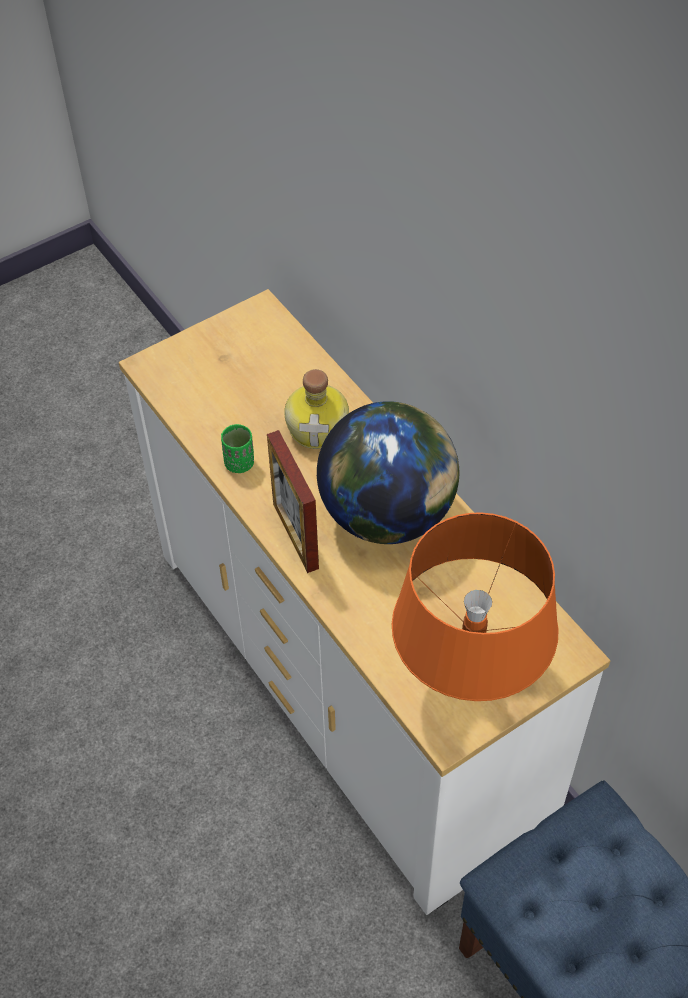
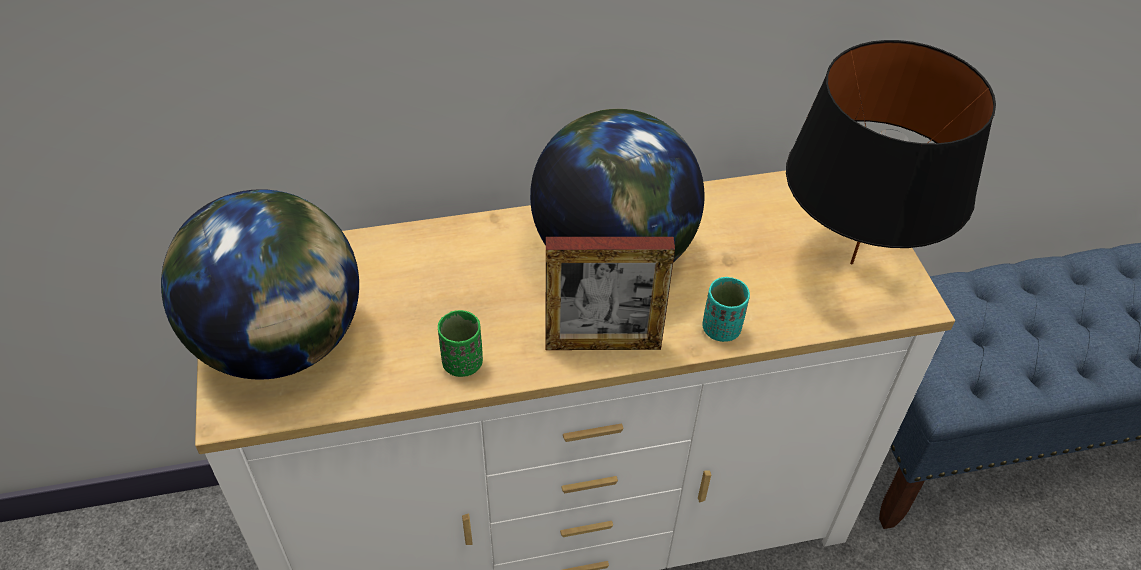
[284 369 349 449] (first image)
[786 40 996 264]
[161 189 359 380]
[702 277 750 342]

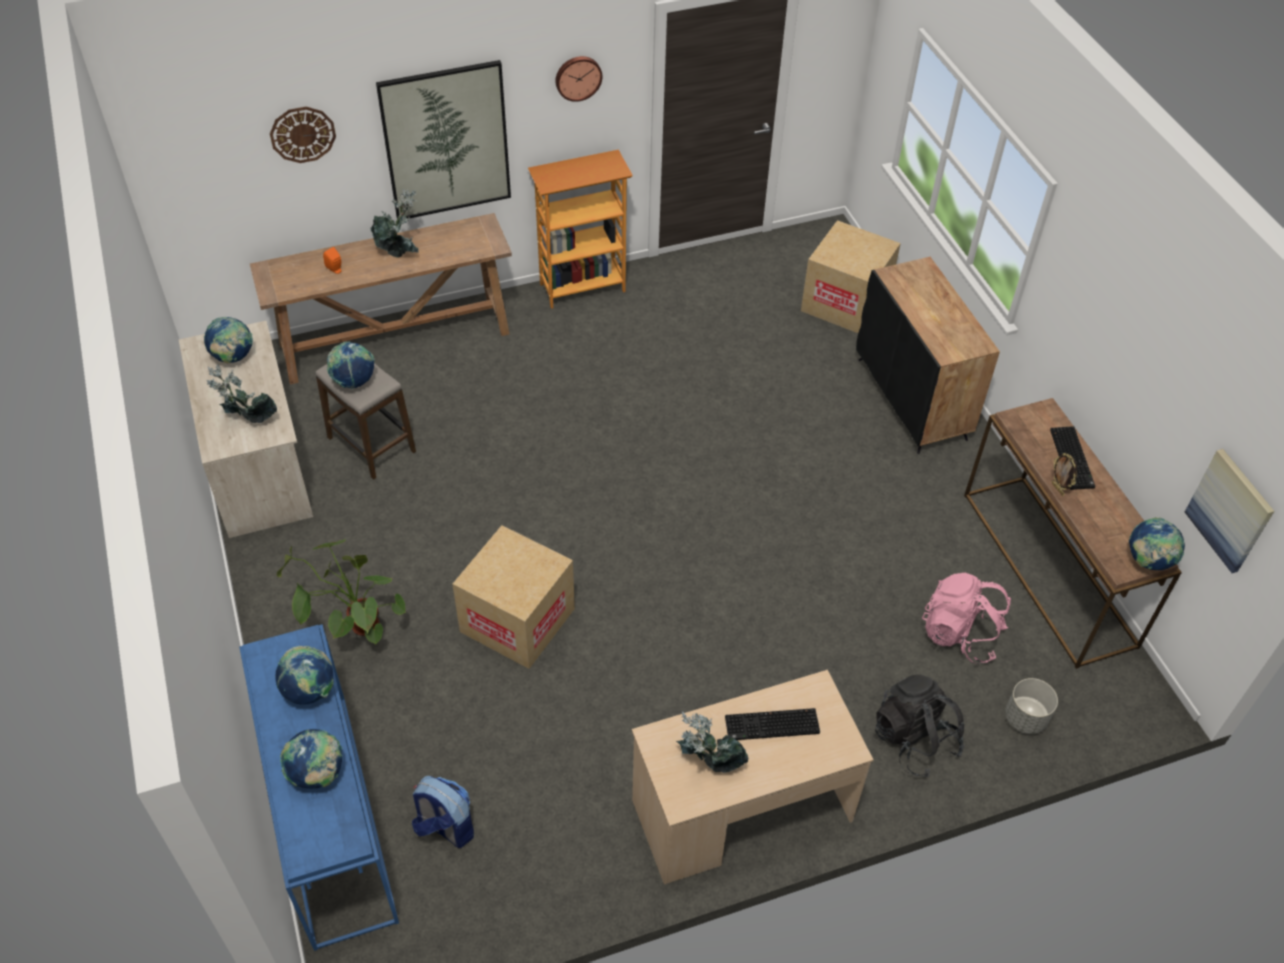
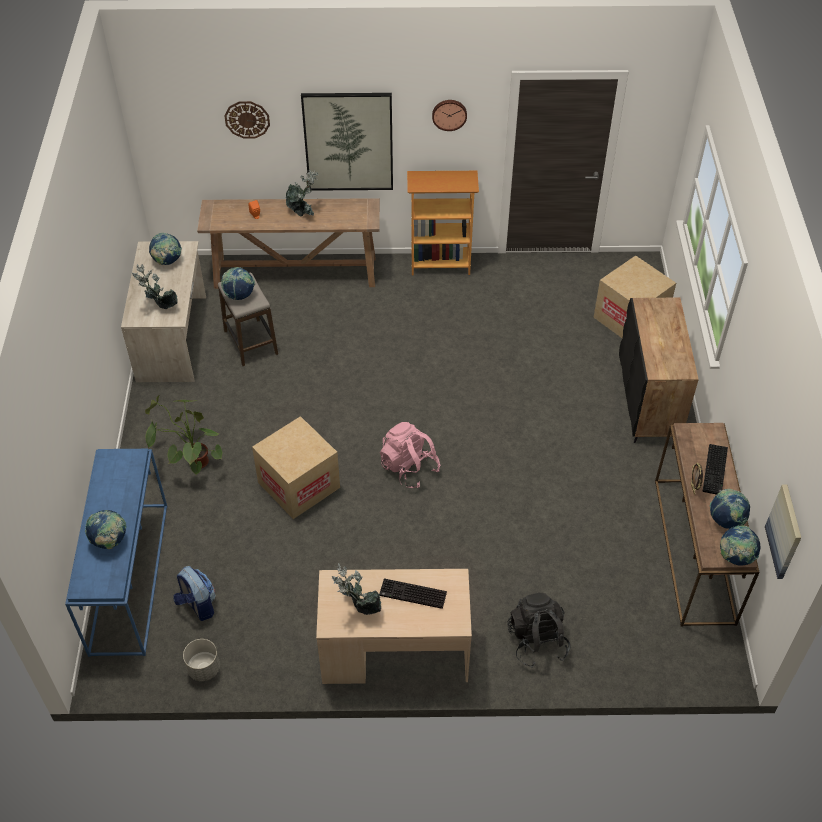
[710 489 750 529]
[380 422 440 488]
[183 639 220 681]

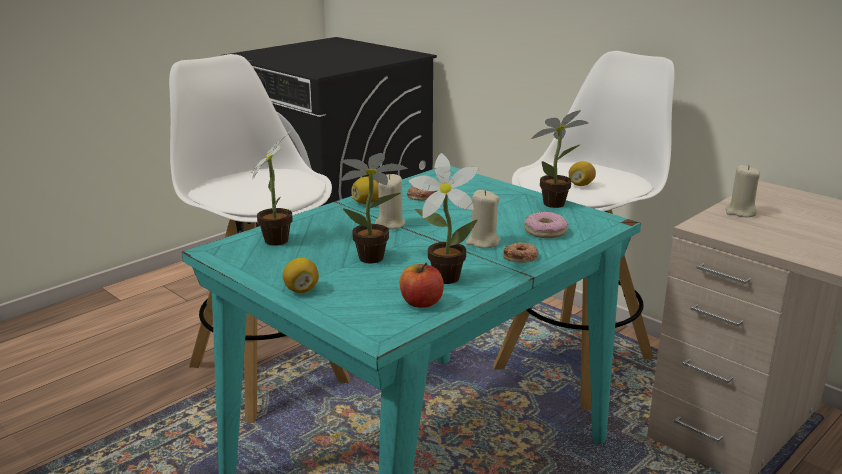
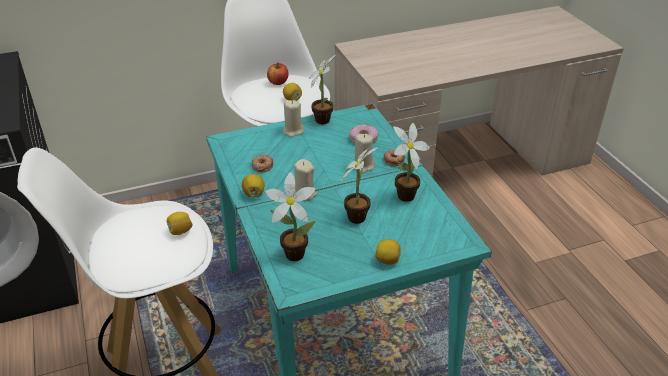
[267 62 289 85]
[283 100 304 137]
[167 212 193 235]

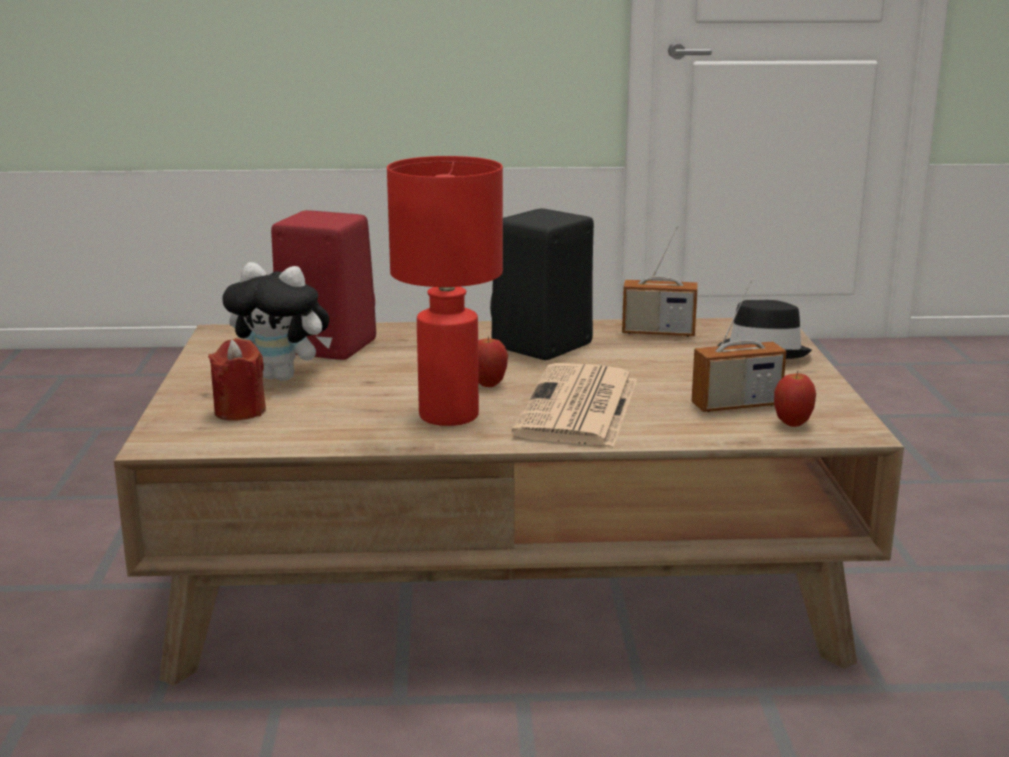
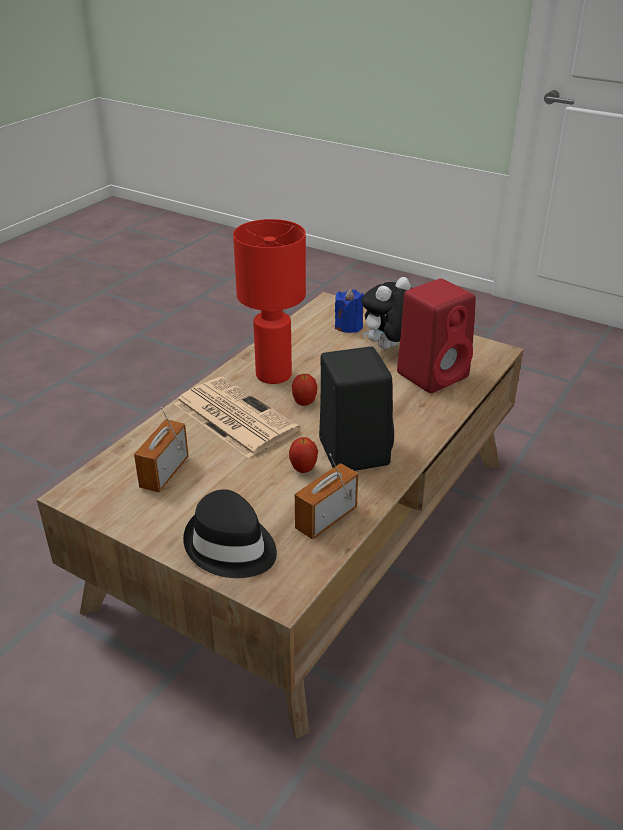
[335 288 364 333]
[289 437 318 473]

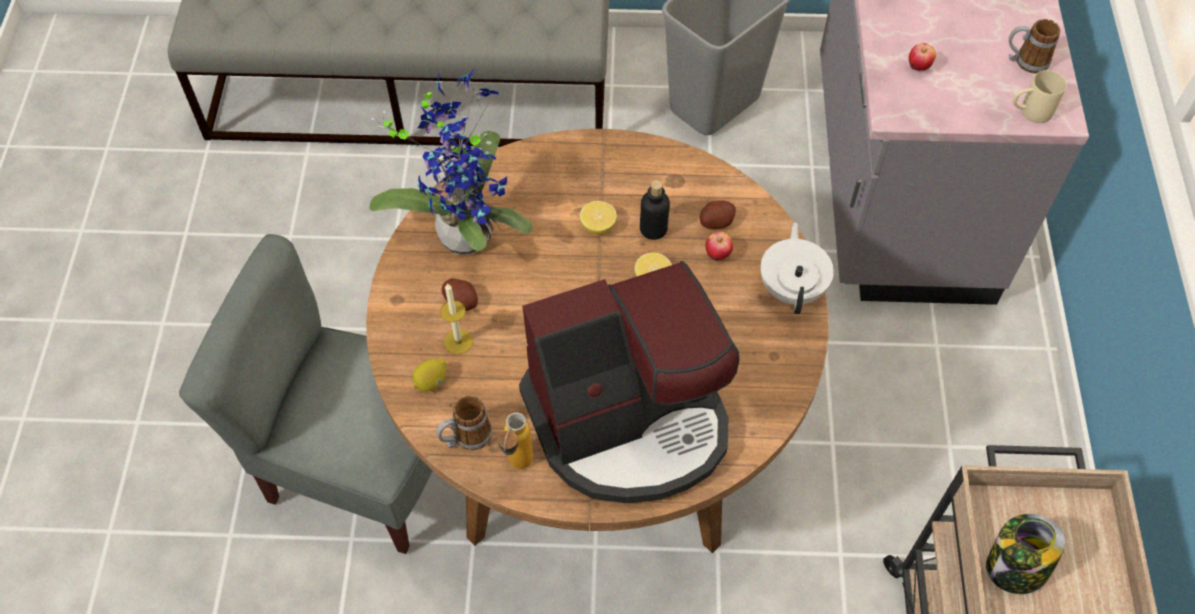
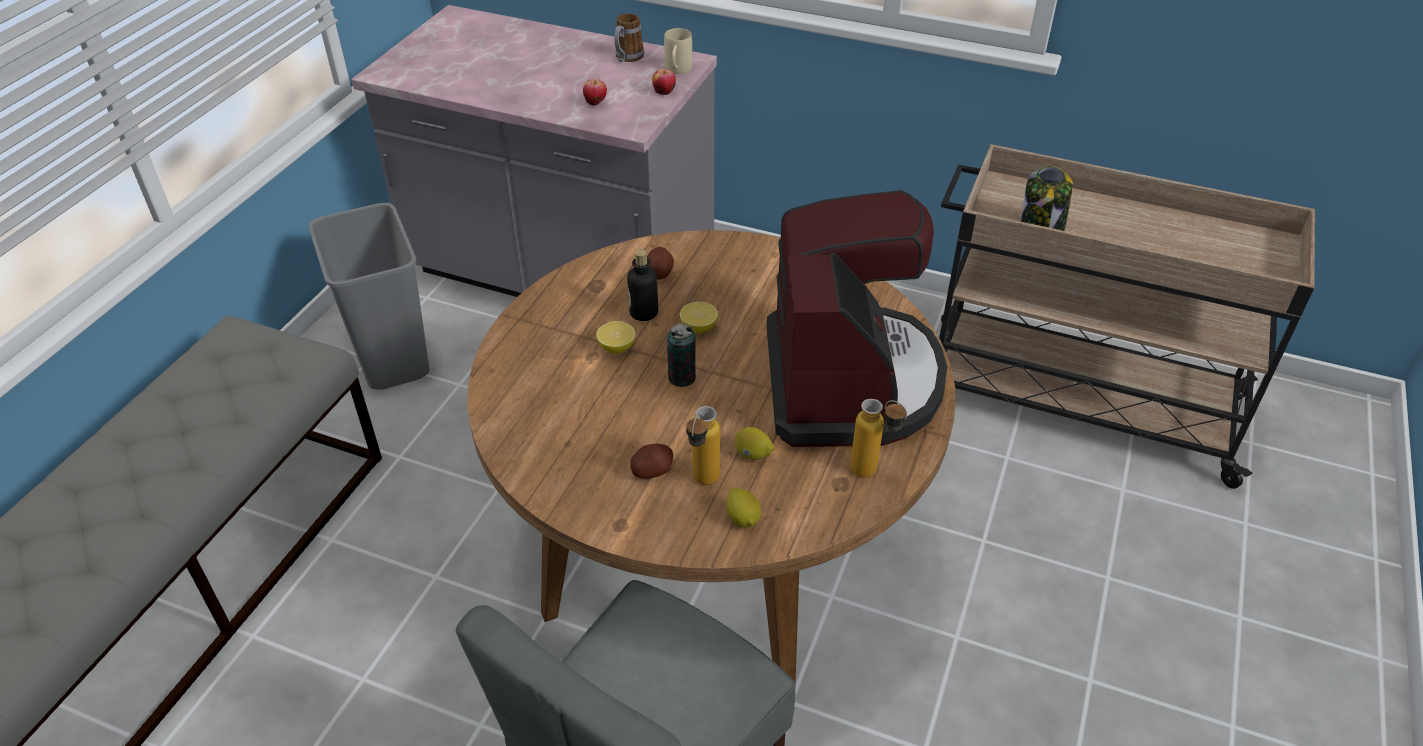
[369 69 533 255] (first image)
[436 396 492 450] (first image)
[686 406 720 485]
[652 69 676 95]
[760 222 834 314] (first image)
[666 324 696 387]
[735 427 774 460]

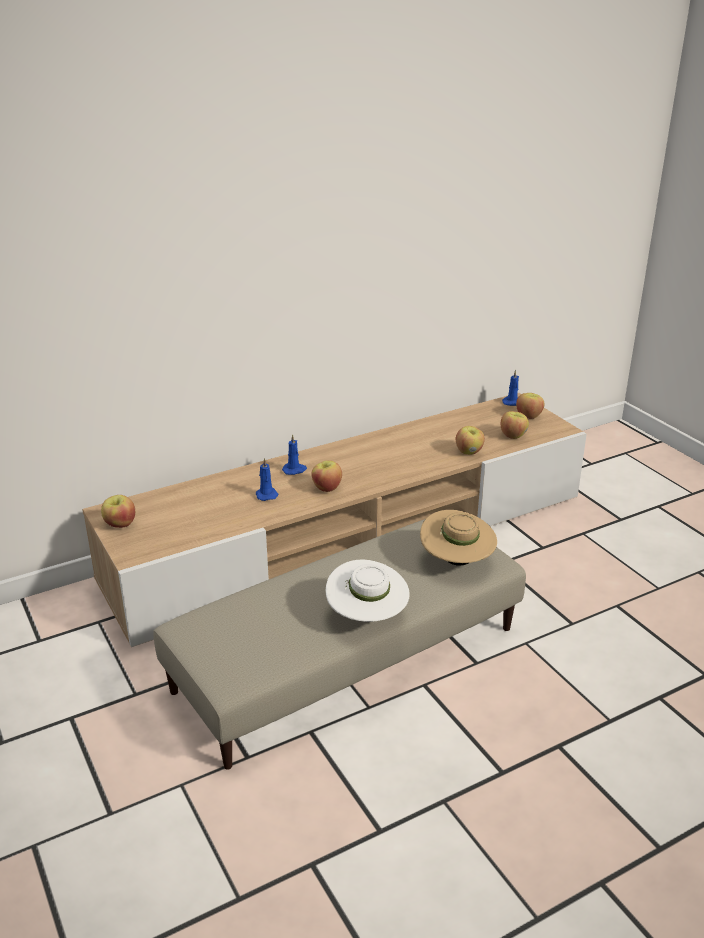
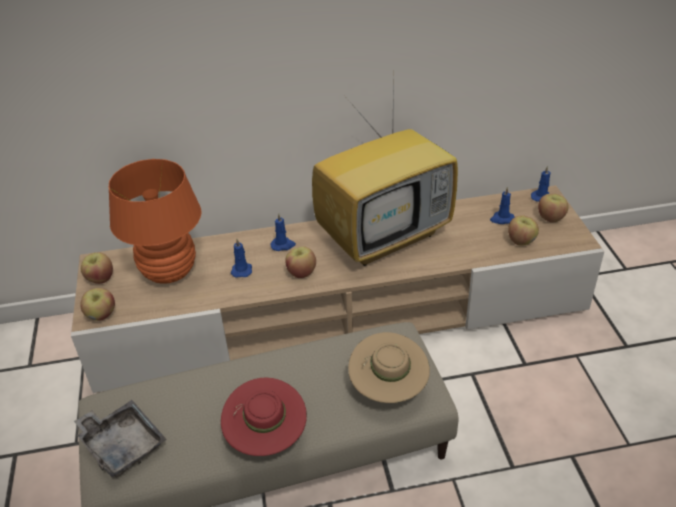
[221 378 307 456]
[80 288 115 321]
[74 400 167 478]
[109 159 202 284]
[312 85 458 266]
[490 187 514 224]

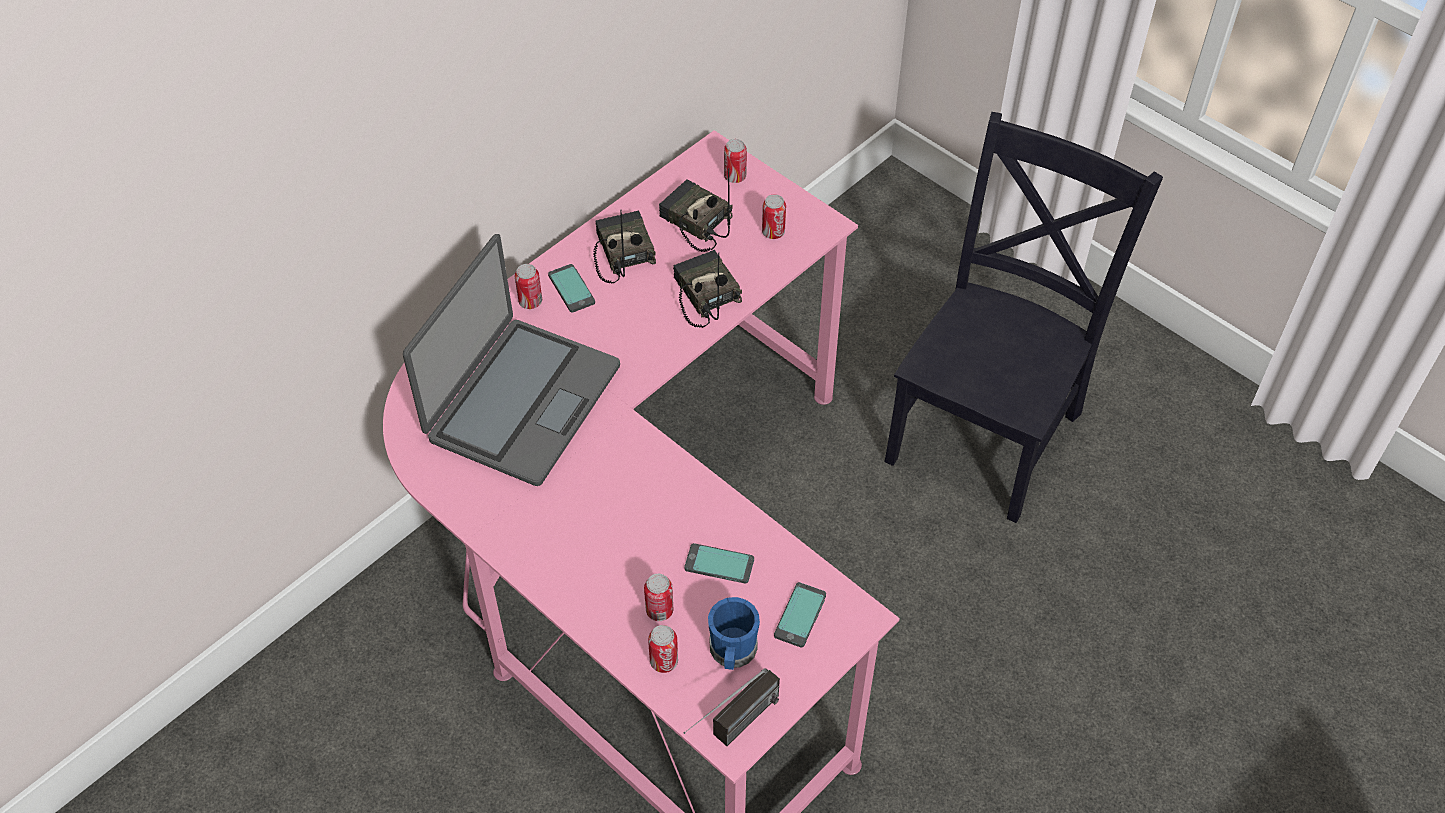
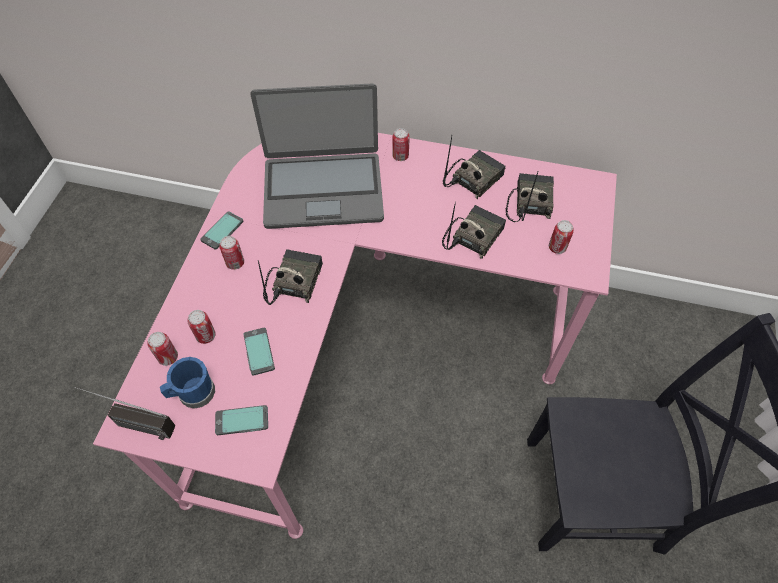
[200 211 243 250]
[219 236 244 270]
[258 249 323 305]

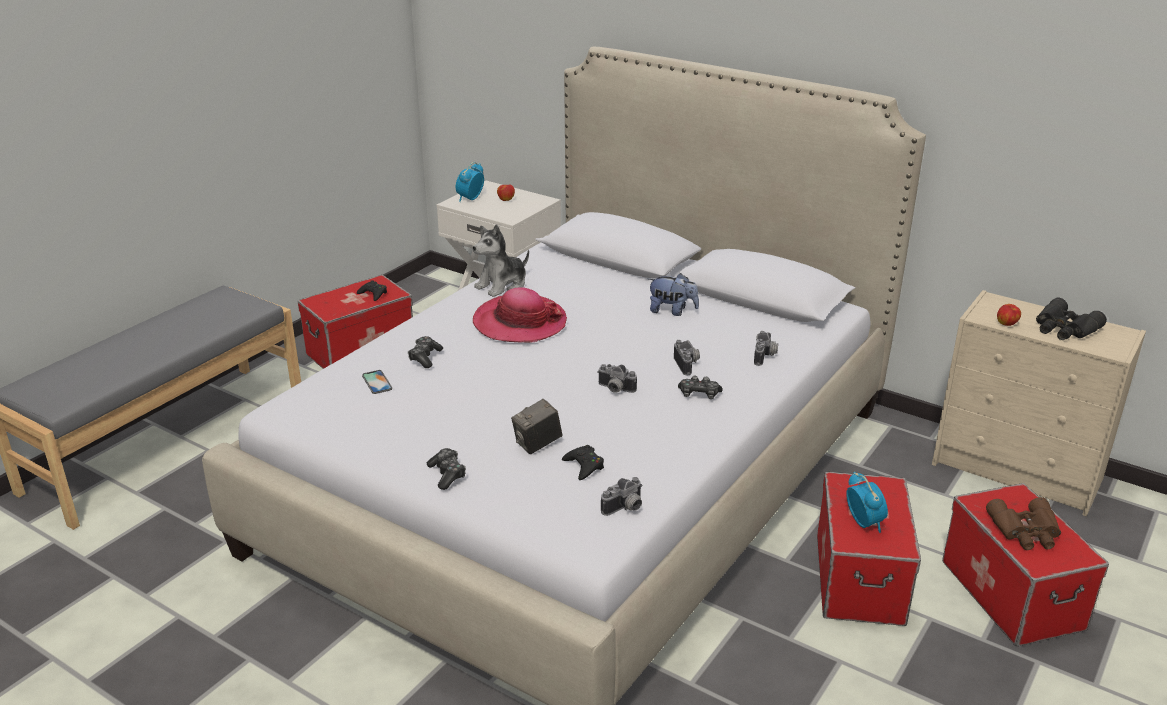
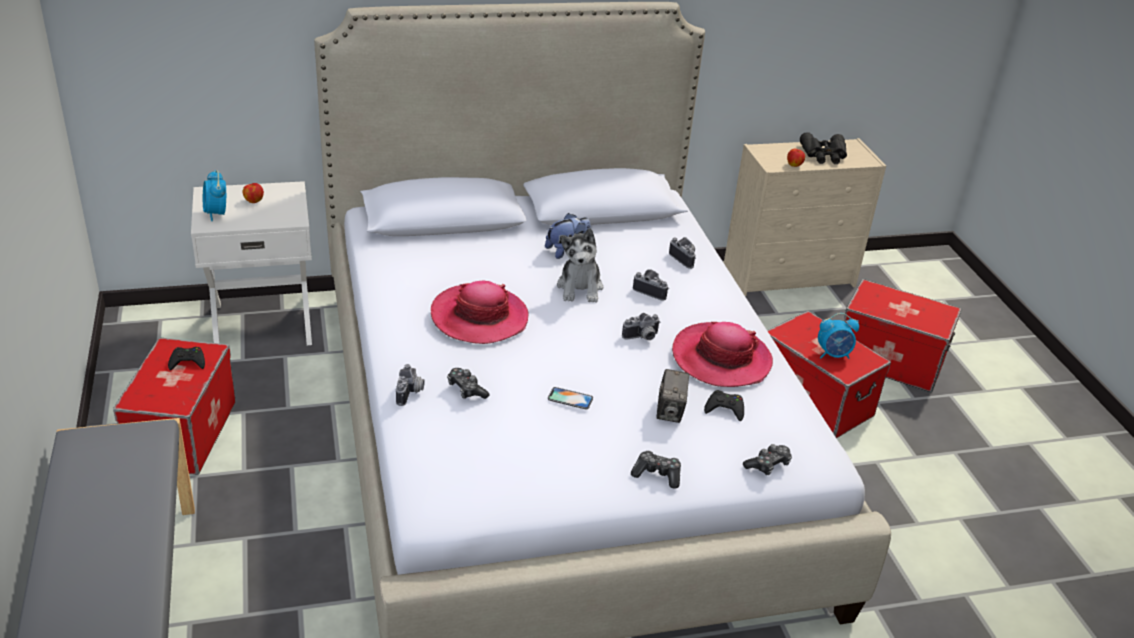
[548 387 593 409]
[557 228 603 303]
[396 364 425 406]
[743 444 792 475]
[818 313 859 359]
[986 497 1061 550] (first image)
[672 322 773 387]

